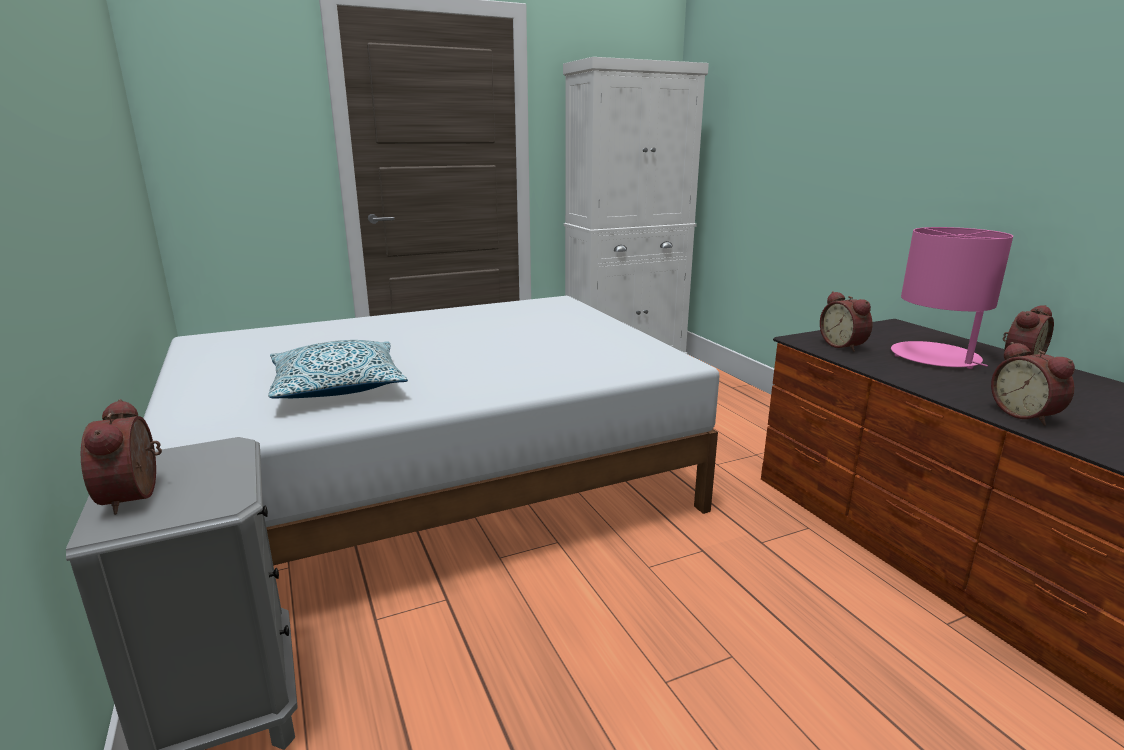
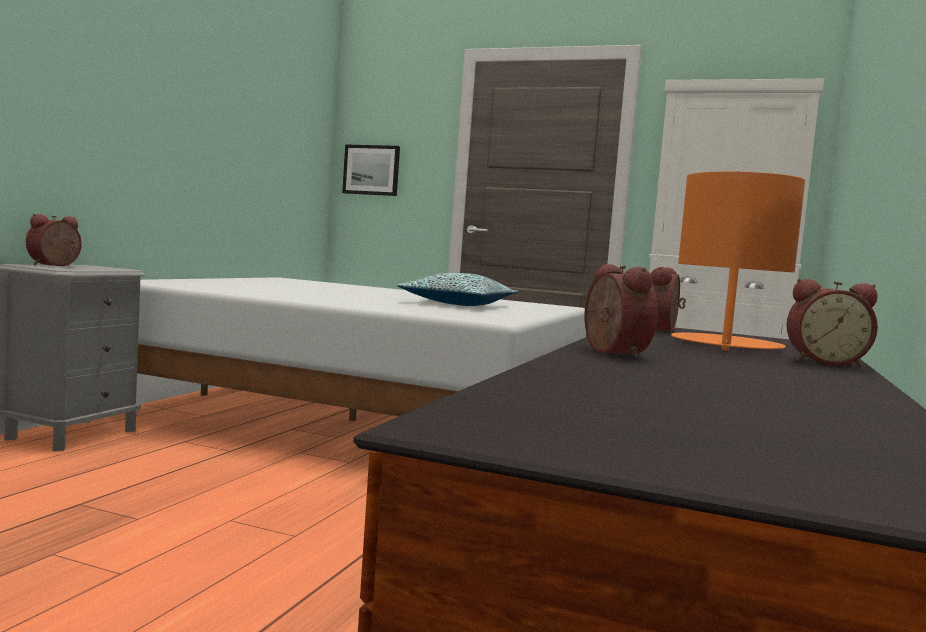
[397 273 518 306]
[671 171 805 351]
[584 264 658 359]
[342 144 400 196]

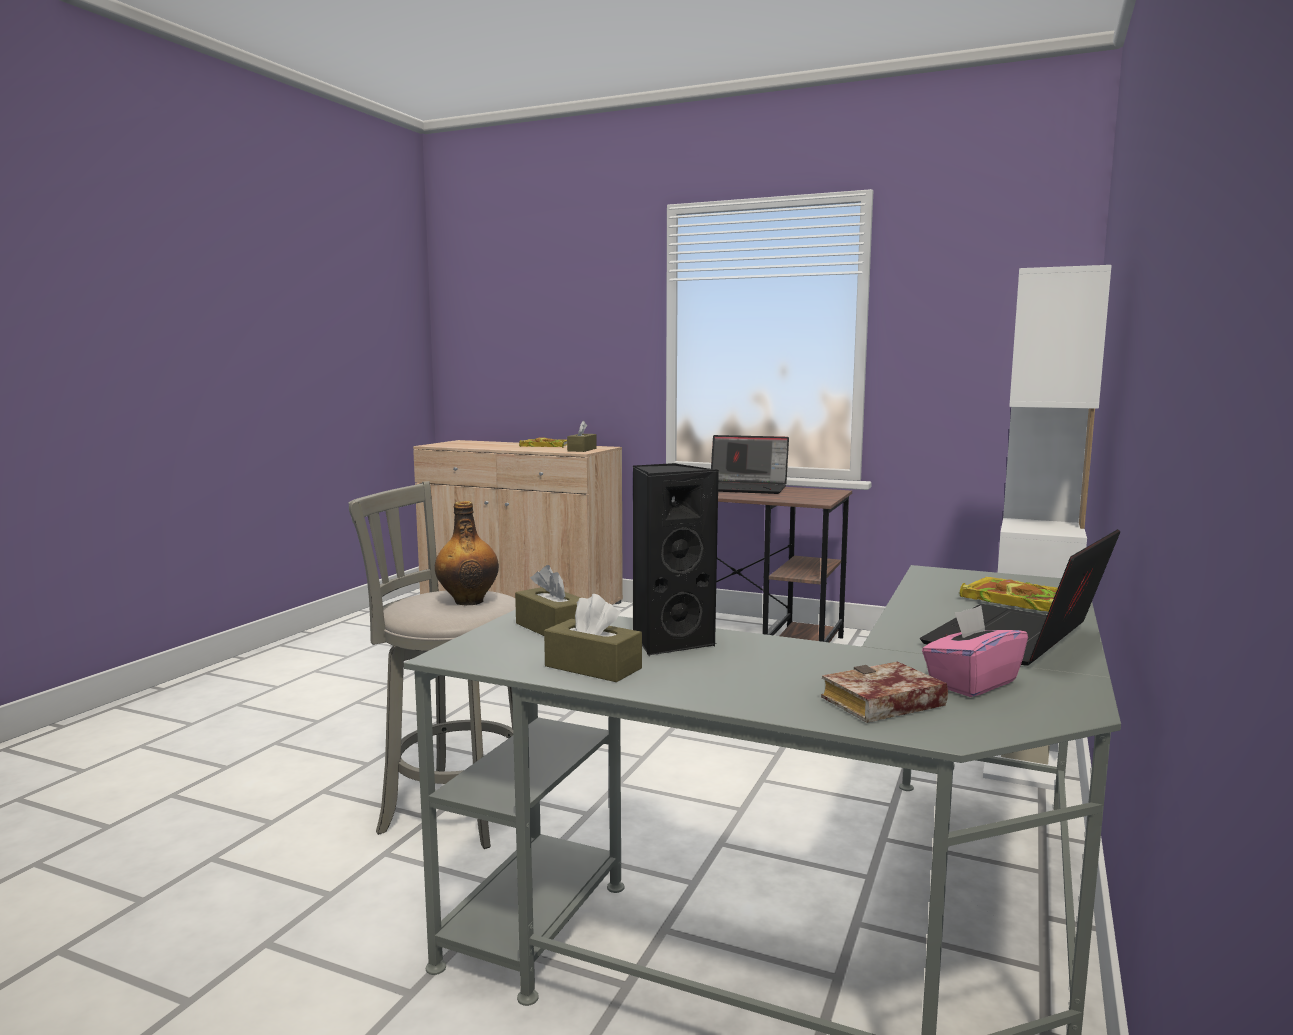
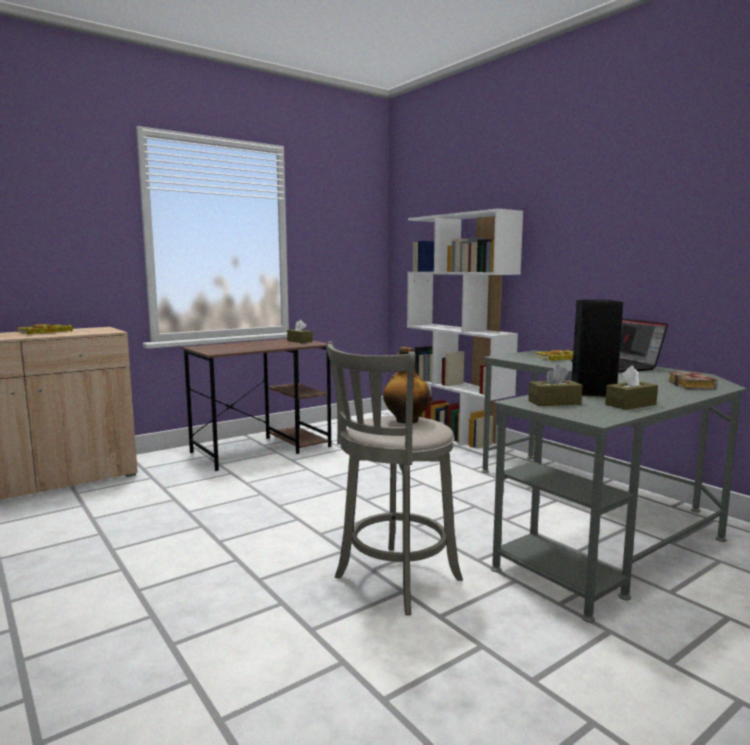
[287 320 313 343]
[711 435 789 494] (first image)
[922 606 1028 697] (first image)

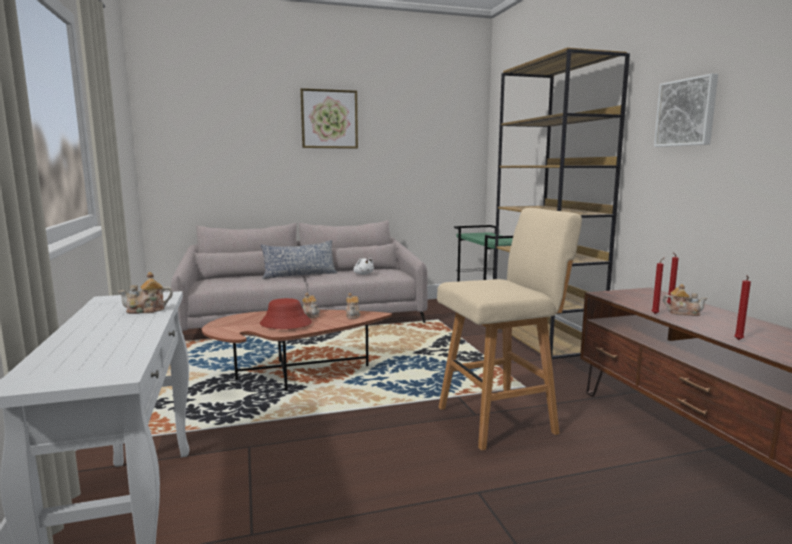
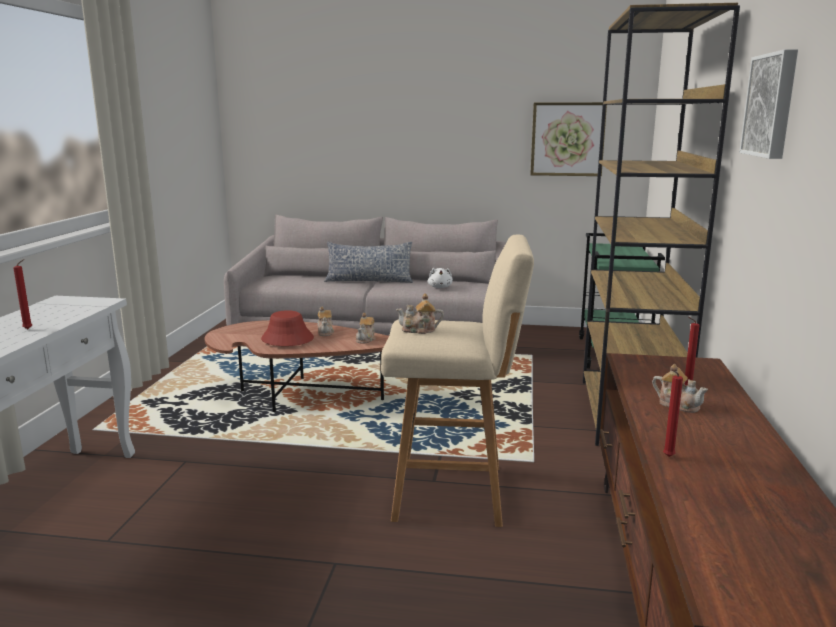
[396 293 444 334]
[530 102 607 176]
[13 259 32 329]

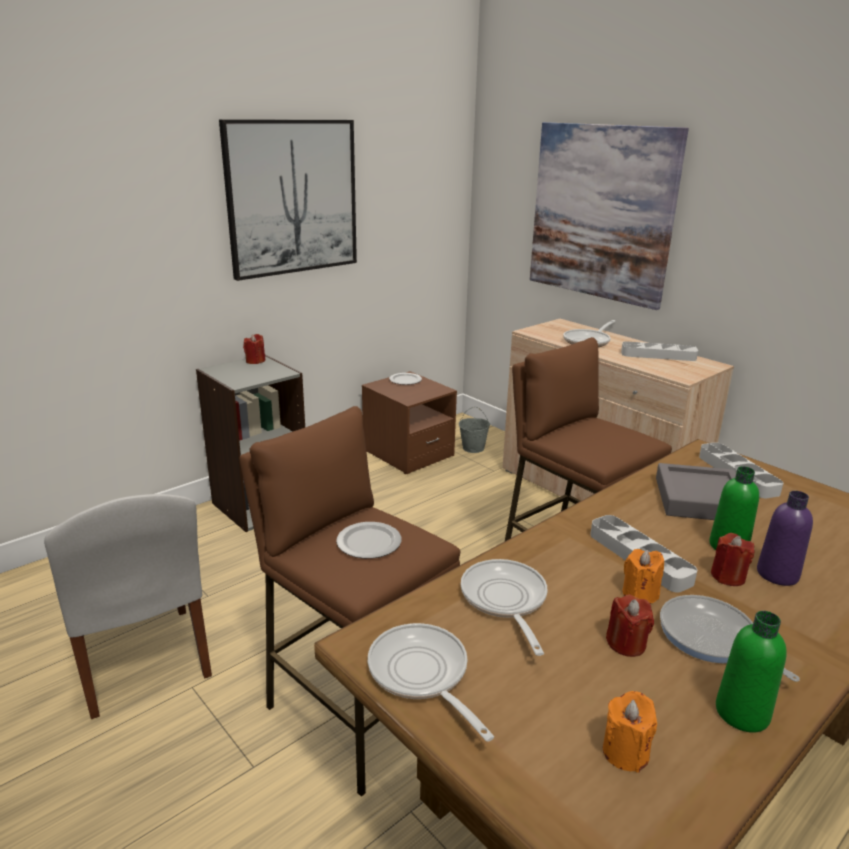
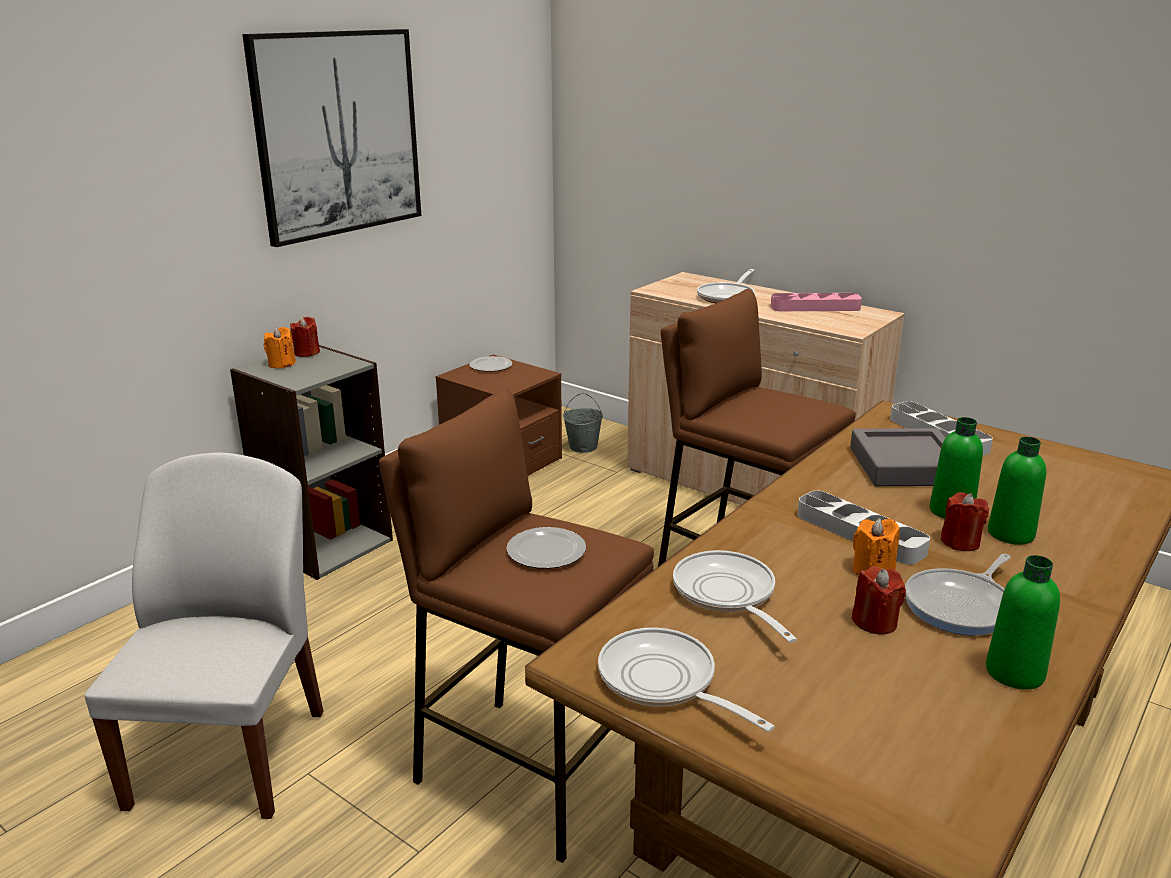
[84 453 324 819]
[530 122 689 310] (first image)
[264 327 296 368]
[771 293 862 311]
[905 554 1011 635]
[988 437 1046 545]

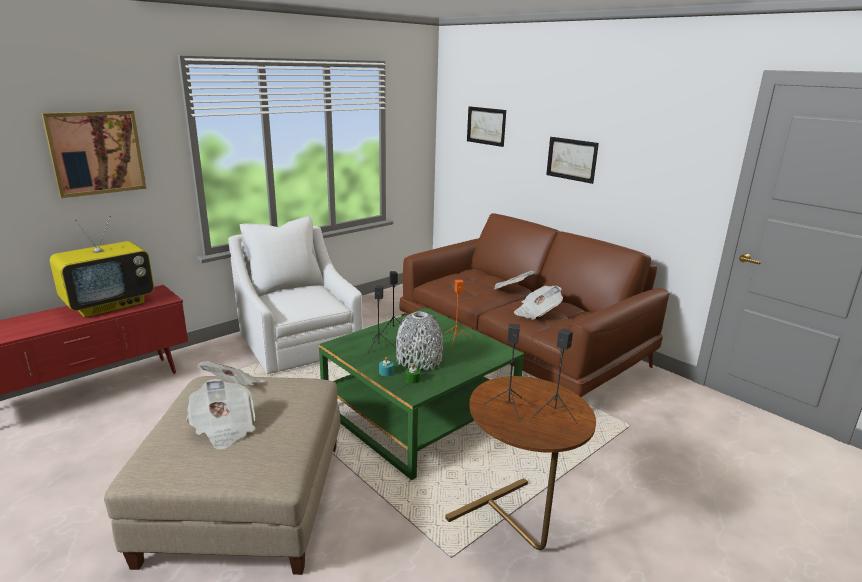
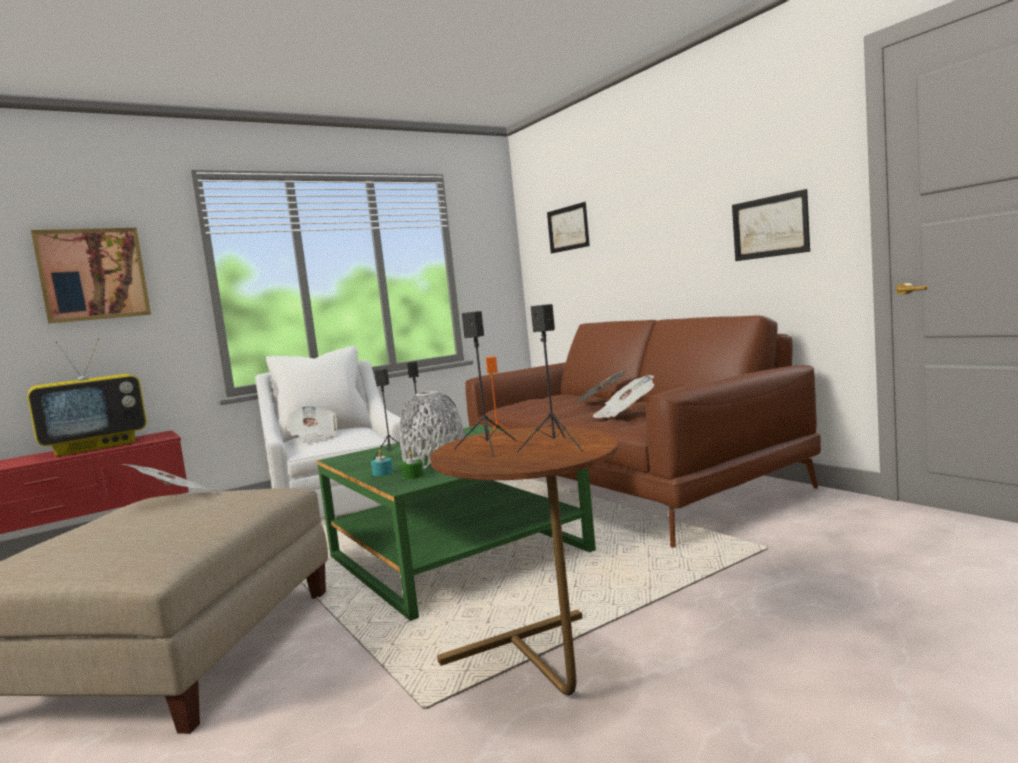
[285 406 337 444]
[732 189 810 261]

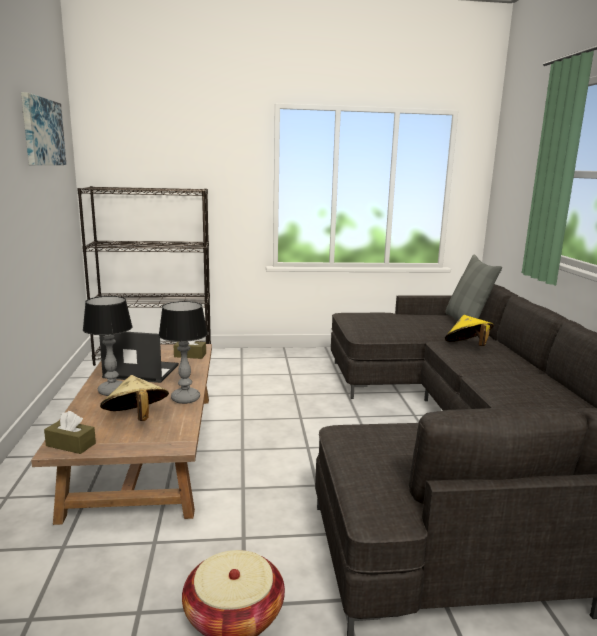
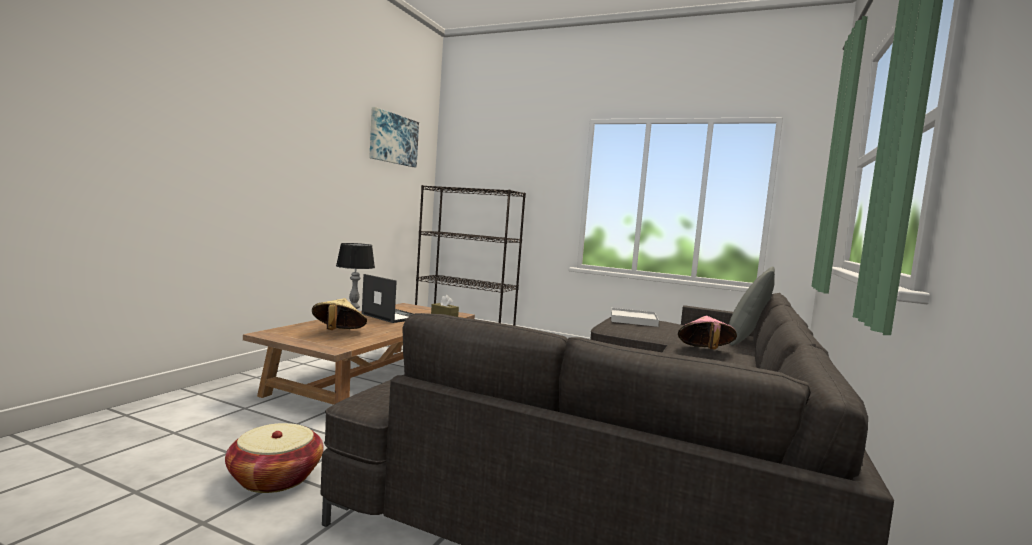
[44 411 96 454] (first image)
[159 301 208 404] (first image)
[678 316 737 349]
[611 308 659 327]

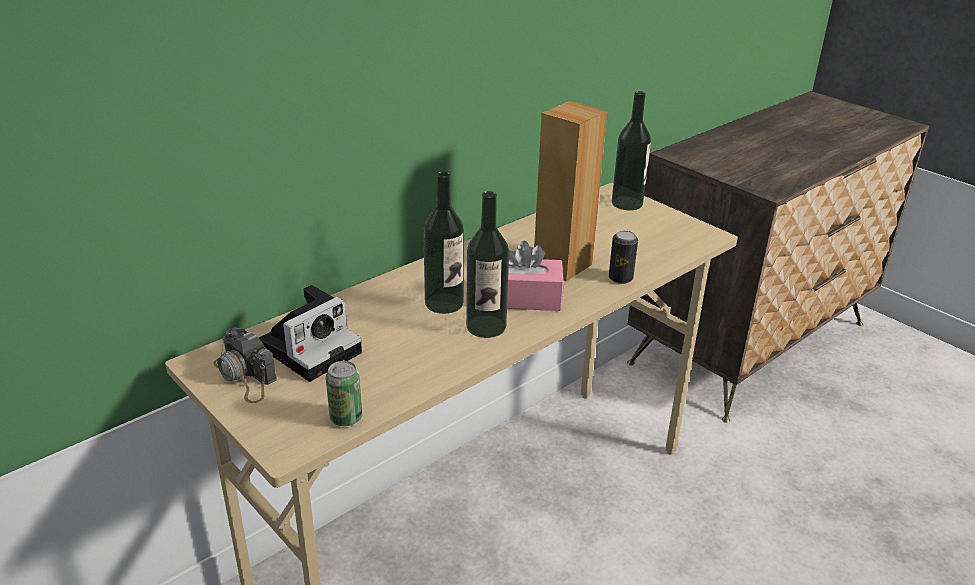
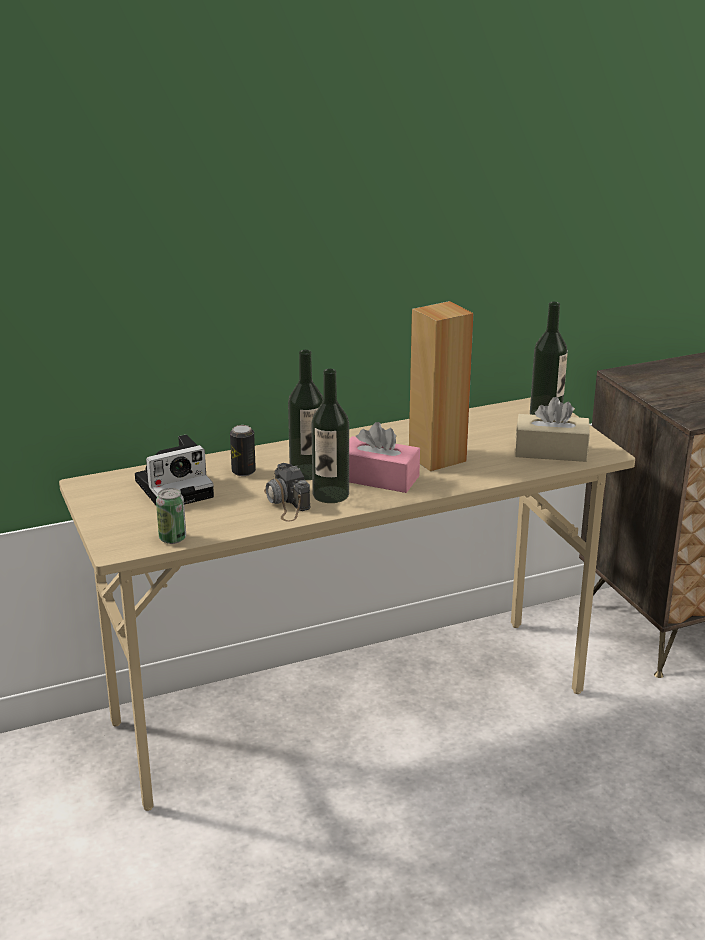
[264 463 311 522]
[230 425 256 476]
[515 397 590 462]

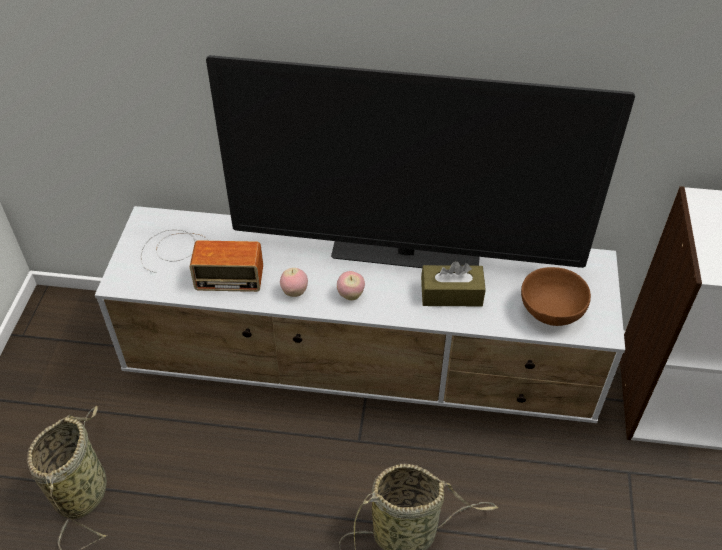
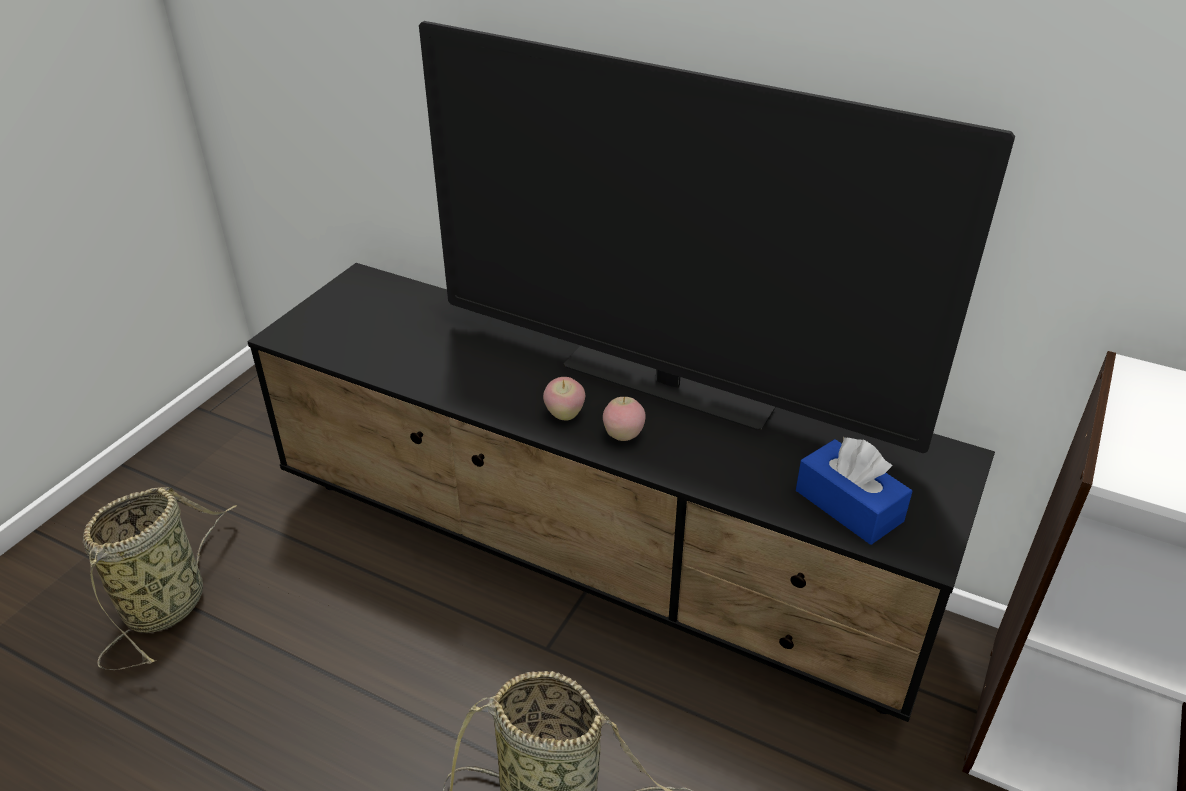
[247 263 995 722]
[141 229 263 292] (first image)
[603 396 646 441]
[421 261 486 306] (first image)
[796 437 913 545]

